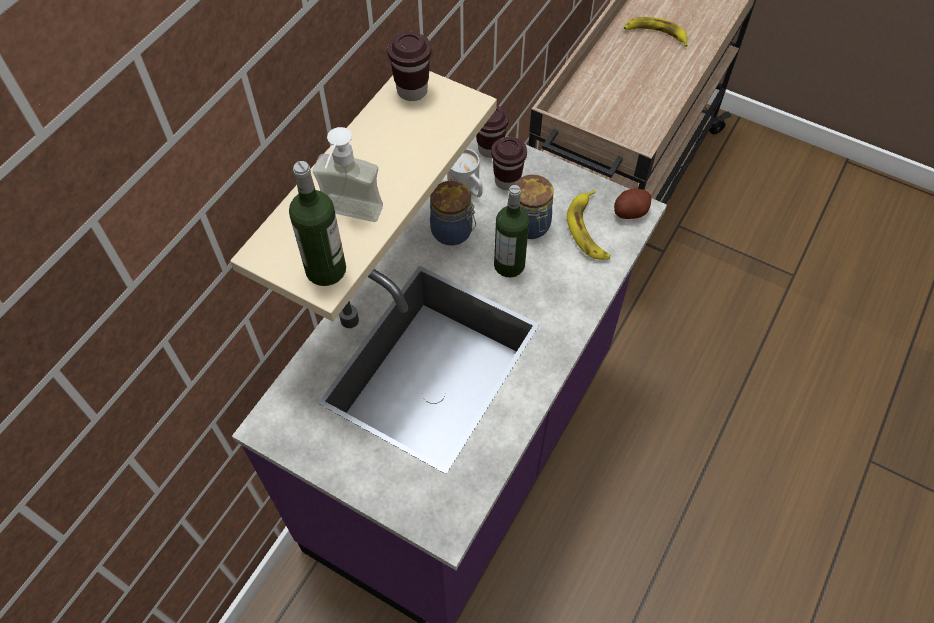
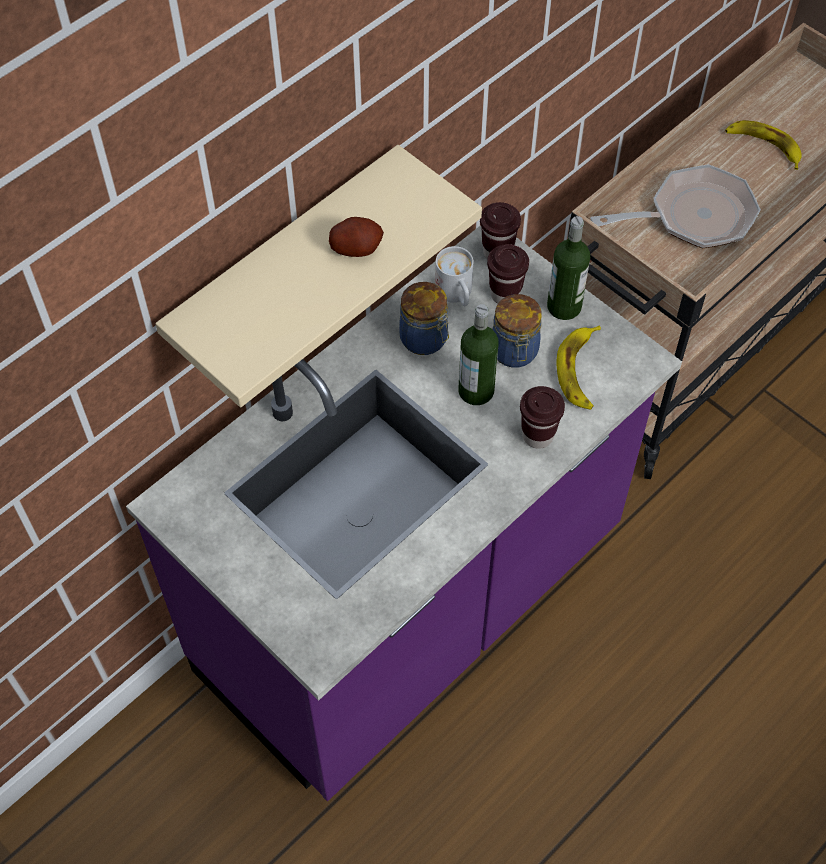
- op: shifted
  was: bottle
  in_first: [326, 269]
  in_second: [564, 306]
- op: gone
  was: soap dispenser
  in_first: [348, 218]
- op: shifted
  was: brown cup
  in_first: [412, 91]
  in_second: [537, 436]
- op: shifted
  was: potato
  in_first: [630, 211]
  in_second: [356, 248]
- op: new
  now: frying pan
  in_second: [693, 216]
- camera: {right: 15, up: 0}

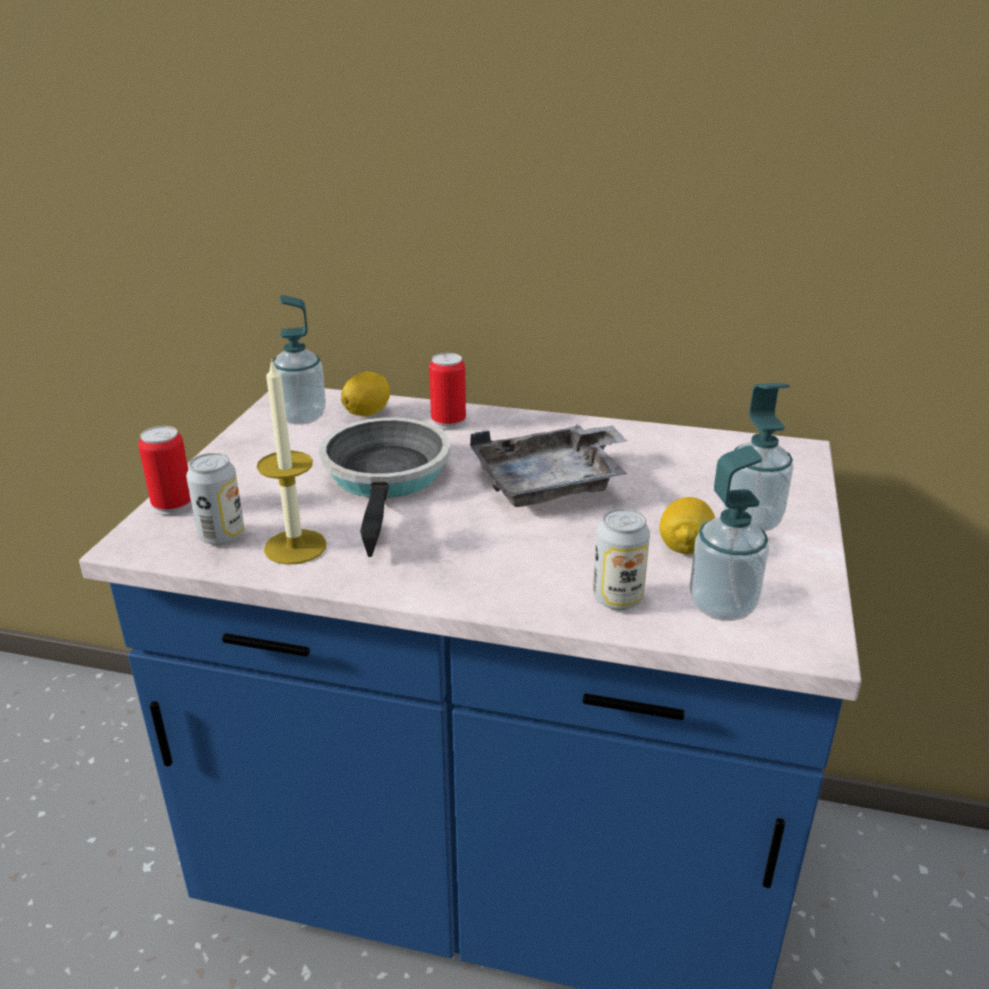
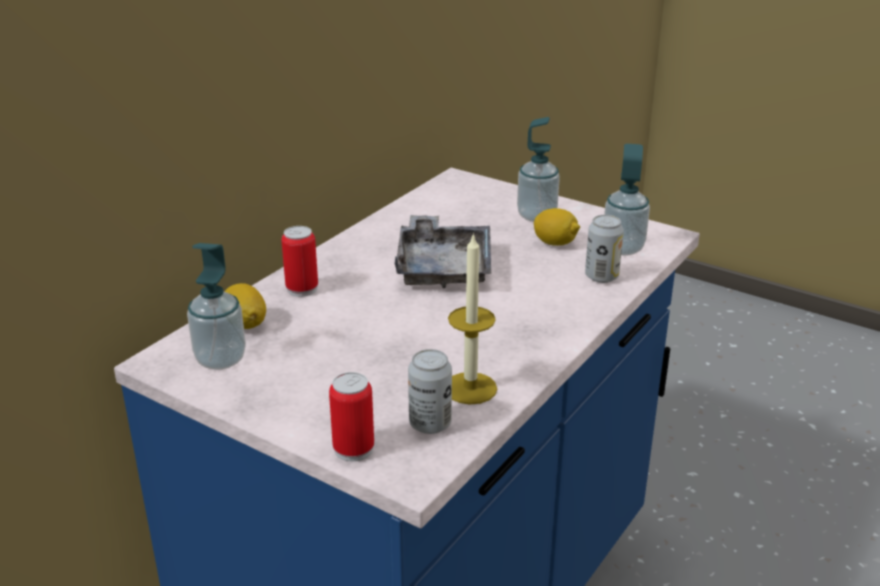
- op: gone
  was: frying pan
  in_first: [387, 478]
- camera: {right: -70, up: 0}

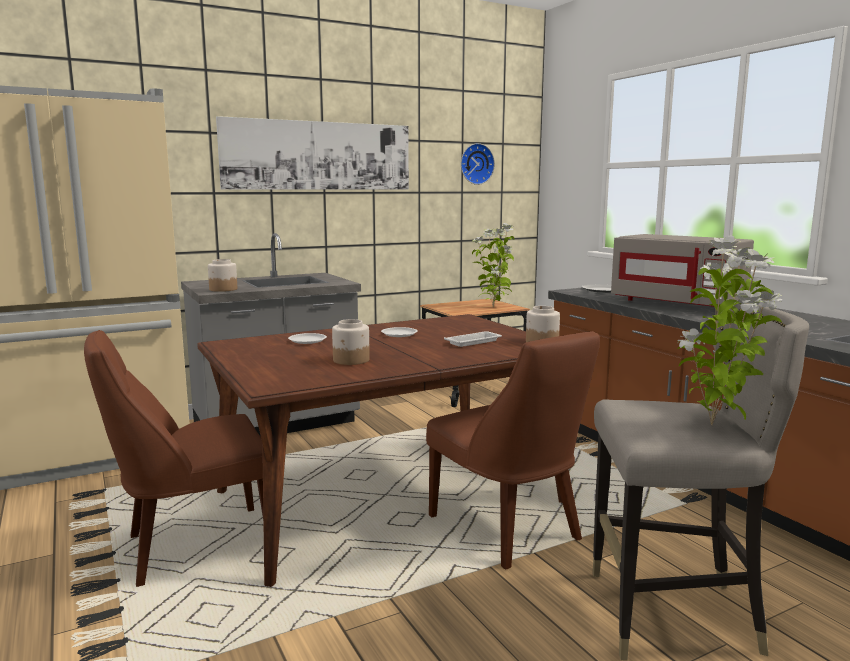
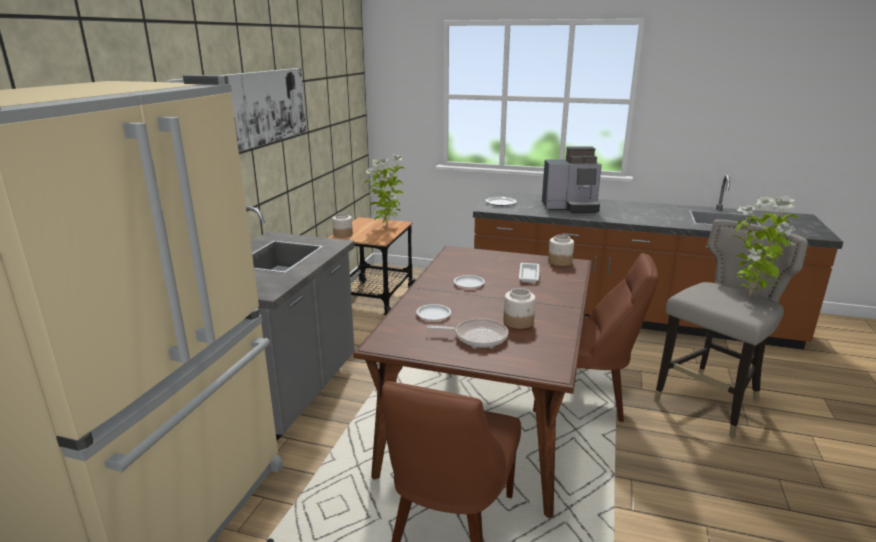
- op: shifted
  was: jar
  in_first: [223, 289]
  in_second: [342, 234]
- op: gone
  was: wall clock
  in_first: [476, 164]
- op: swapped
  was: grey microwave
  now: coffee machine
  in_first: [678, 303]
  in_second: [571, 208]
- op: new
  now: frying pan
  in_second: [477, 337]
- camera: {right: -45, up: 10}

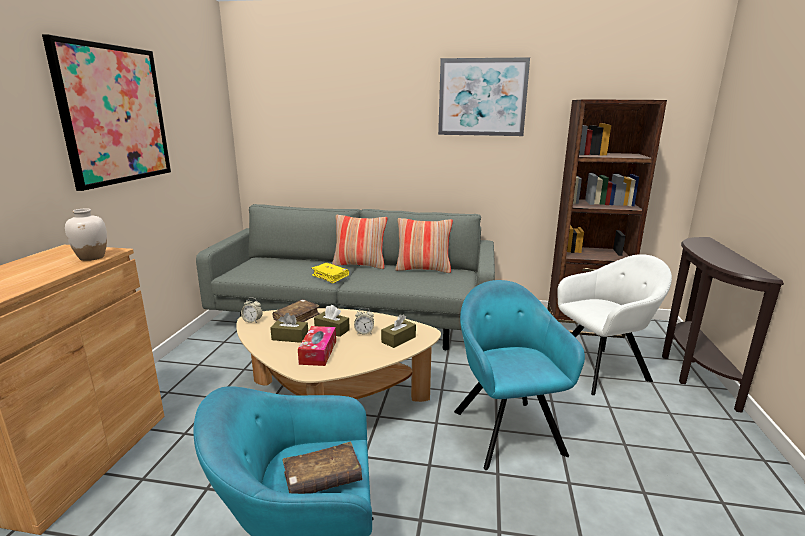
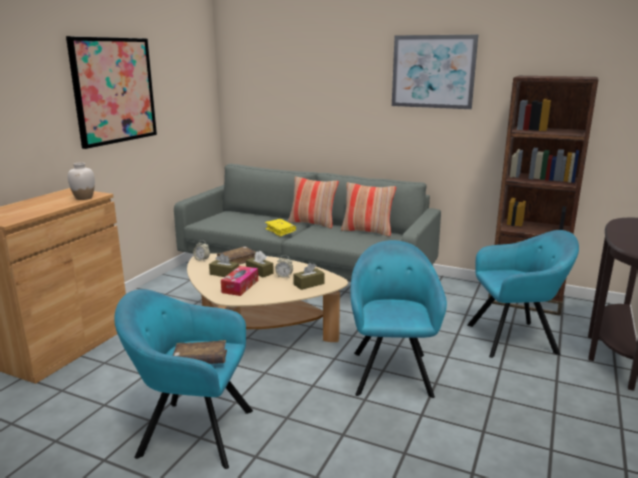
- op: repainted
  was: white armchair
  now: turquoise armchair
  in_first: [602, 369]
  in_second: [515, 338]
- camera: {right: 15, up: 0}

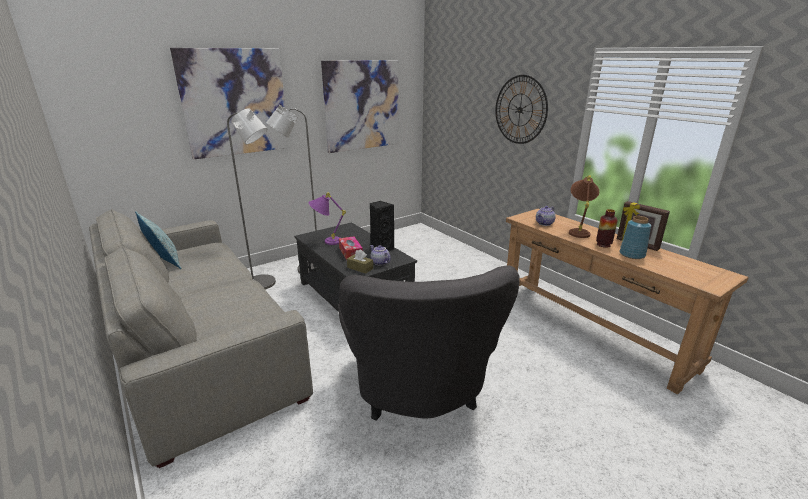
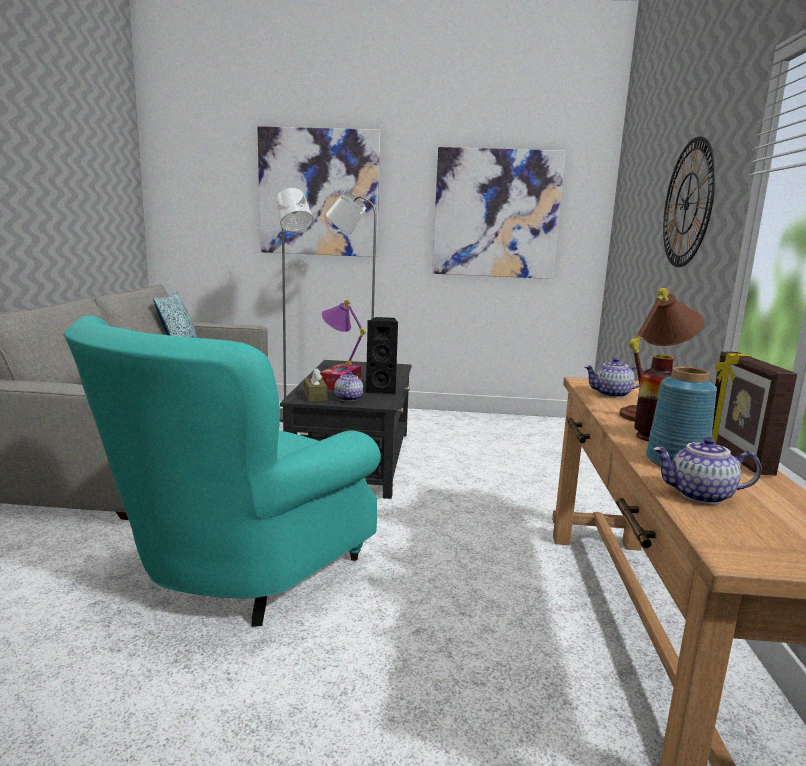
- op: repainted
  was: grey armchair
  now: turquoise armchair
  in_first: [419, 392]
  in_second: [236, 572]
- op: new
  now: teapot
  in_second: [700, 496]
- camera: {right: 40, up: -10}

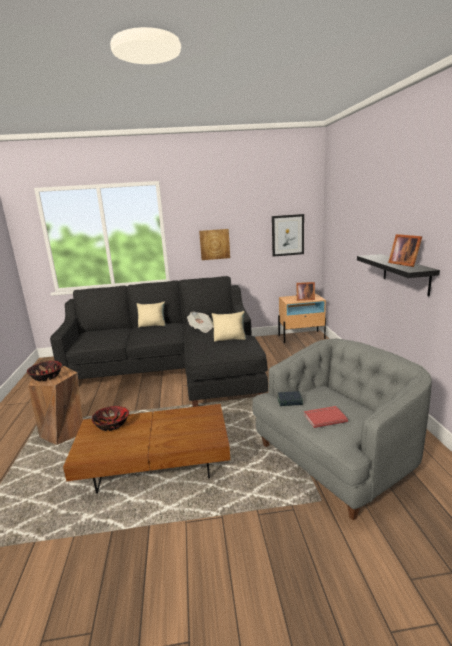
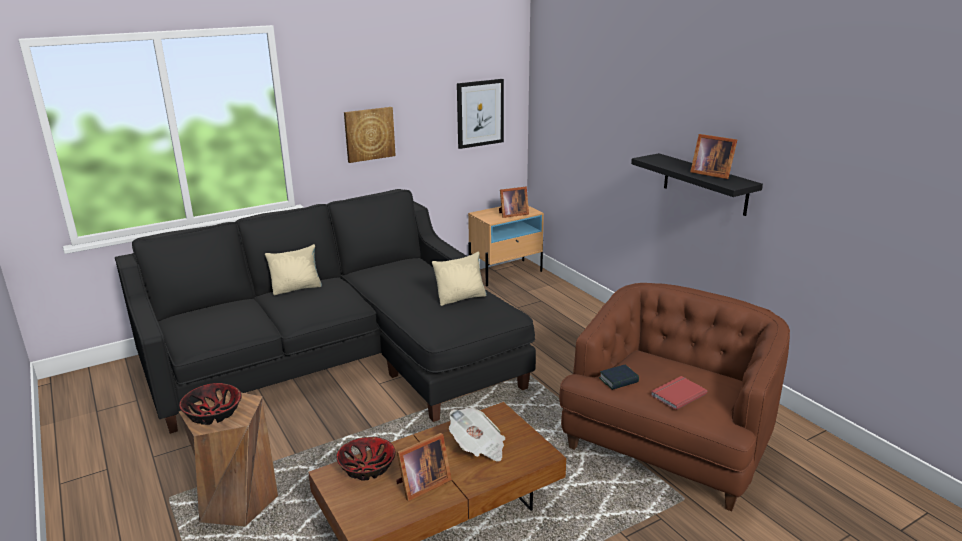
- op: shifted
  was: newspaper
  in_first: [201, 329]
  in_second: [478, 447]
- op: repainted
  was: grey armchair
  now: brown armchair
  in_first: [335, 459]
  in_second: [667, 444]
- op: new
  now: picture frame
  in_second: [421, 485]
- camera: {right: -25, up: 5}

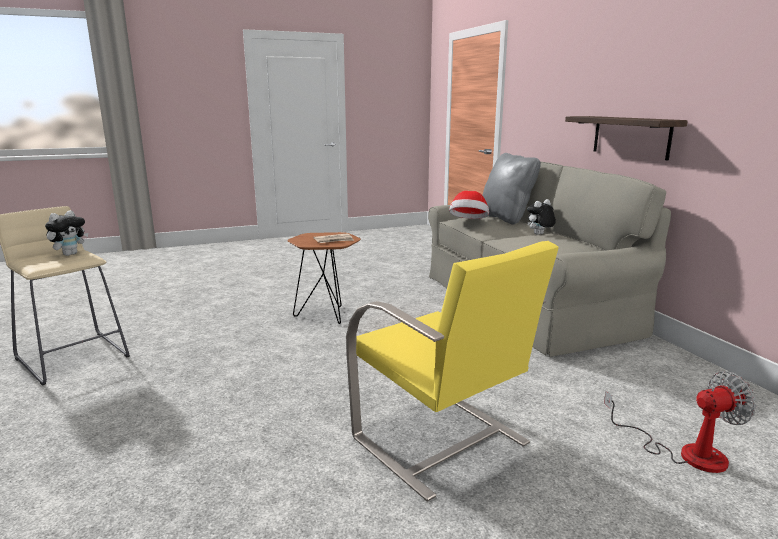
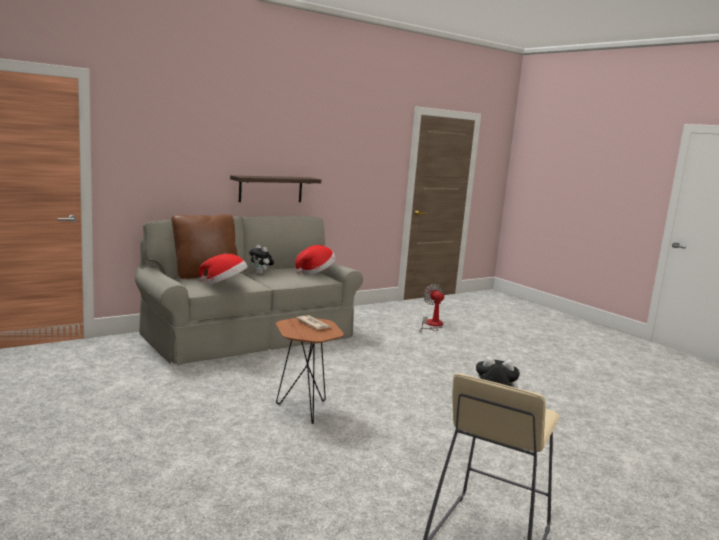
- op: gone
  was: yellow armchair
  in_first: [441, 441]
- op: repainted
  was: grey pillow
  now: brown pillow
  in_first: [506, 218]
  in_second: [205, 274]
- op: new
  now: hat
  in_second: [315, 272]
- camera: {right: -105, up: -5}

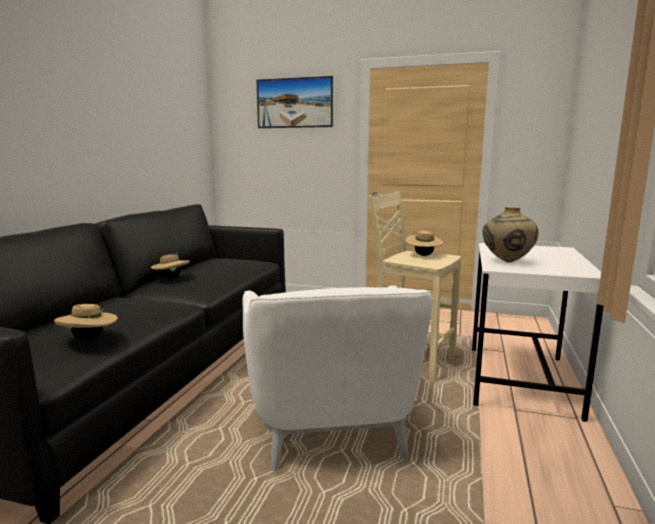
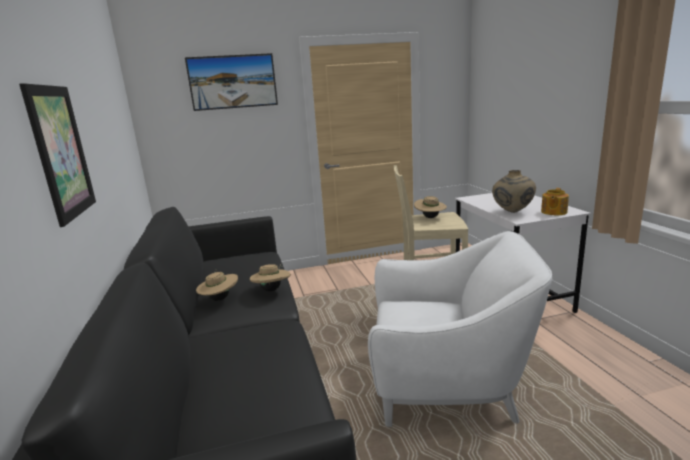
- op: shifted
  was: beige hat
  in_first: [89, 339]
  in_second: [272, 290]
- op: rotated
  was: white armchair
  in_first: [330, 425]
  in_second: [446, 383]
  clockwise: -45
- op: new
  now: picture
  in_second: [61, 152]
- op: new
  now: teapot
  in_second: [553, 212]
- camera: {right: -30, up: 5}

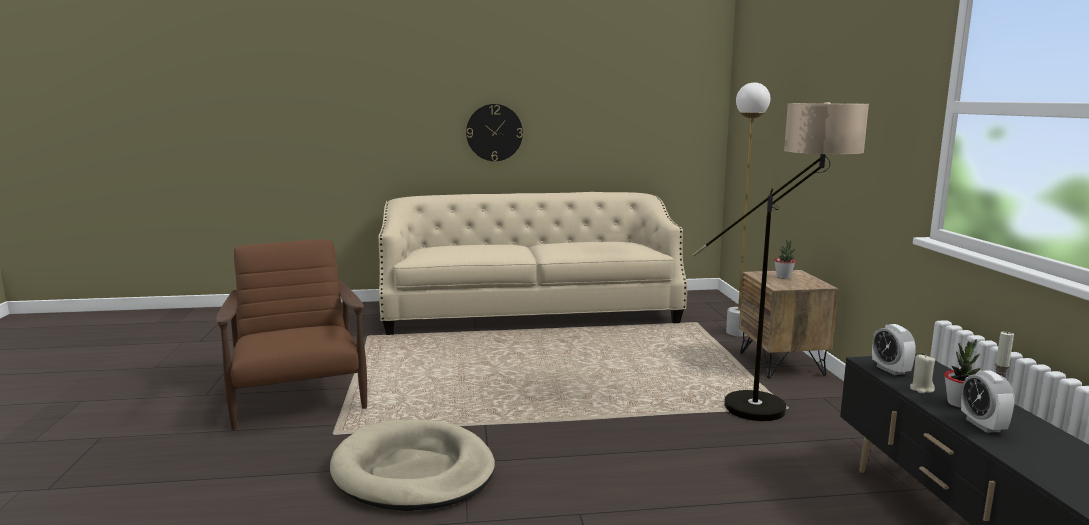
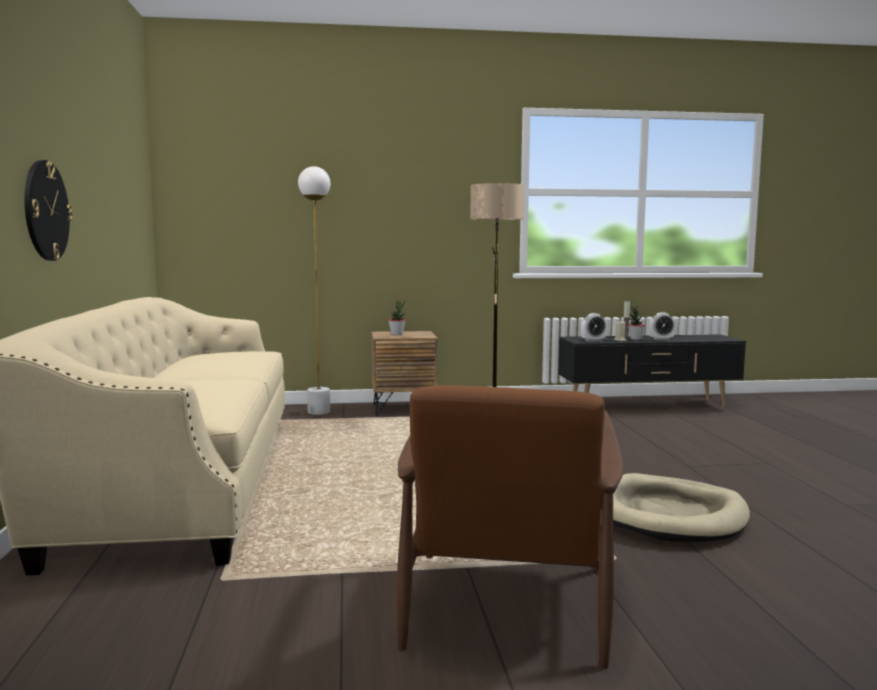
- op: rotated
  was: brown armchair
  in_first: [299, 397]
  in_second: [507, 600]
  clockwise: -60
- camera: {right: -90, up: -5}

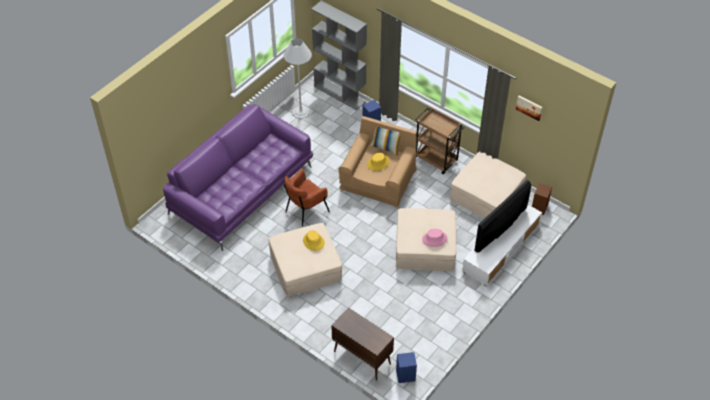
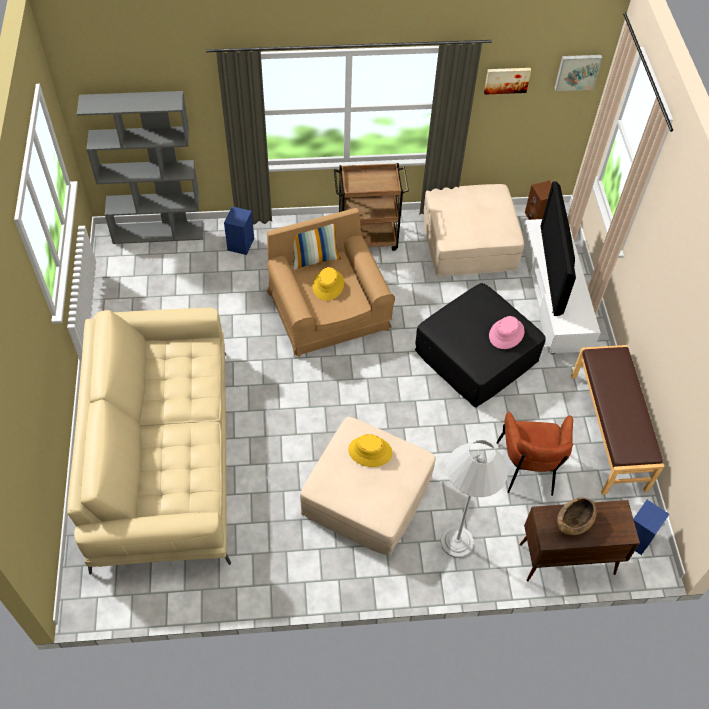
- op: repainted
  was: purple sofa
  now: beige sofa
  in_first: [242, 189]
  in_second: [163, 453]
- op: shifted
  was: brown armchair
  in_first: [305, 210]
  in_second: [528, 468]
- op: shifted
  was: white floor lamp
  in_first: [300, 112]
  in_second: [457, 542]
- op: repainted
  was: beige ottoman
  now: black ottoman
  in_first: [425, 247]
  in_second: [476, 355]
- op: new
  now: picture
  in_second: [577, 71]
- op: new
  now: brown bowl
  in_second: [574, 521]
- op: new
  now: brown bench
  in_second: [609, 431]
- camera: {right: -45, up: 5}

